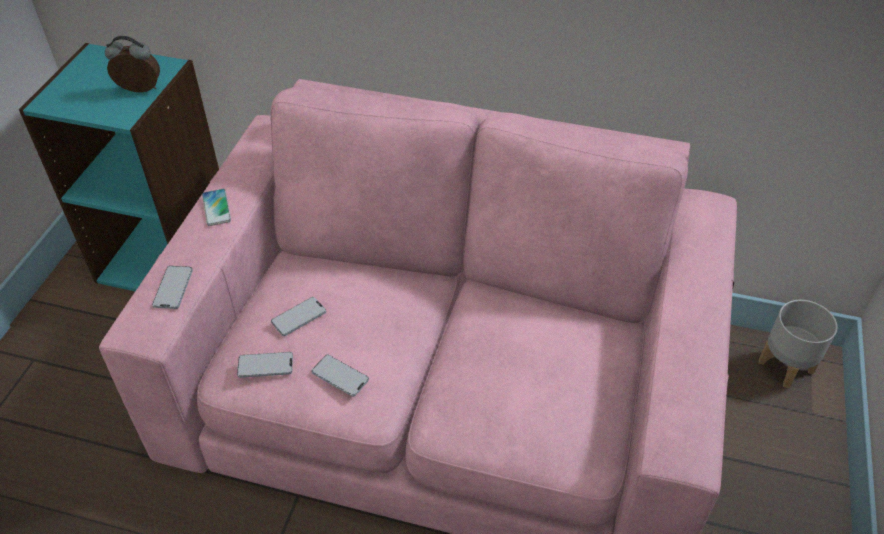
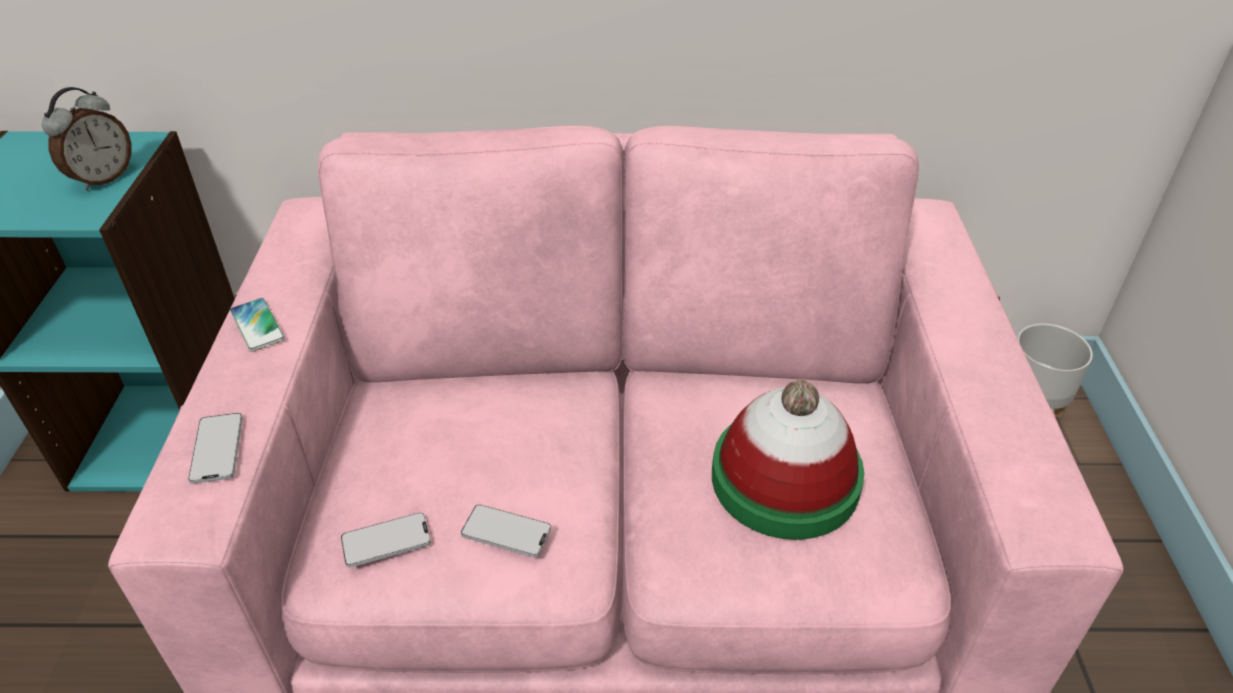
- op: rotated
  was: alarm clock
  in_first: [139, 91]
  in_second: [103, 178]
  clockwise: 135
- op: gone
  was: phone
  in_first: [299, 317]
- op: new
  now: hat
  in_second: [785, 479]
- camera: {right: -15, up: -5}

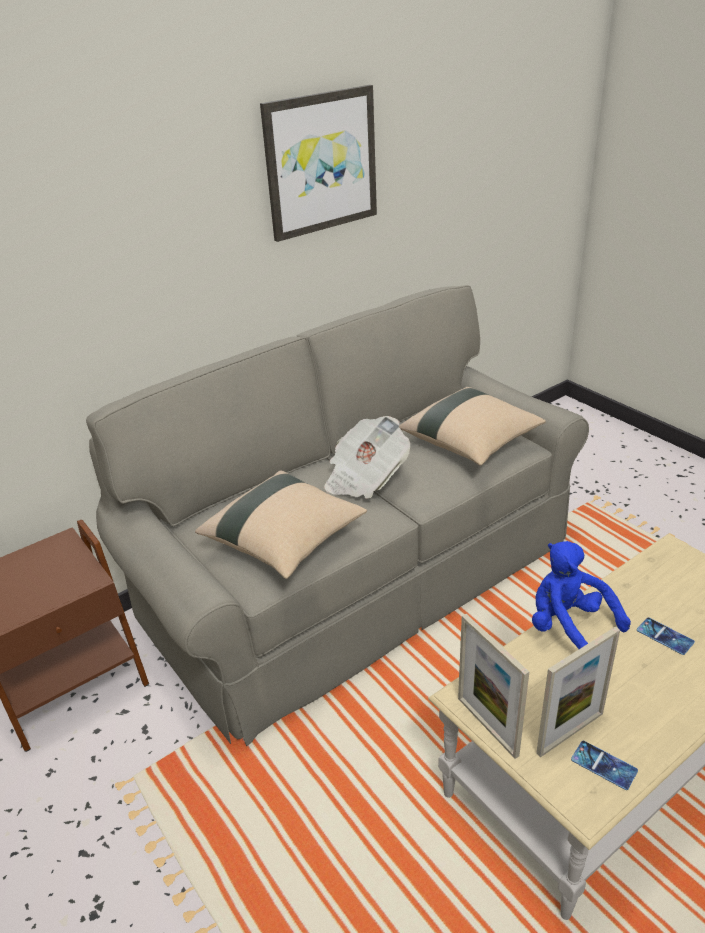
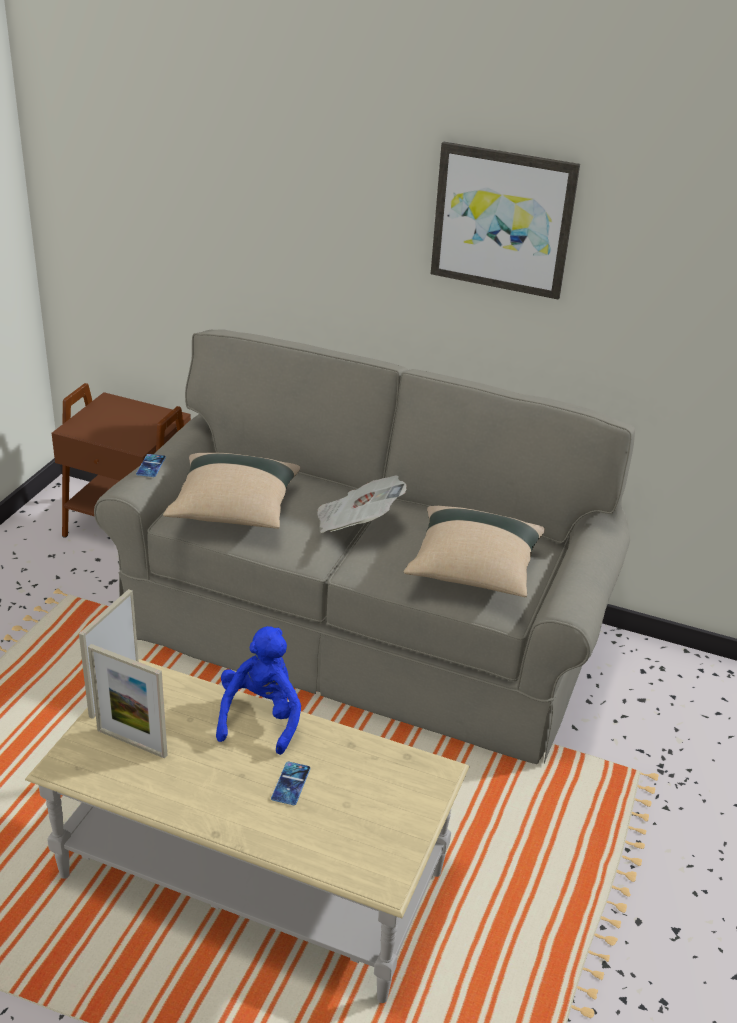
- op: shifted
  was: phone
  in_first: [604, 765]
  in_second: [151, 466]
- camera: {right: 55, up: 0}

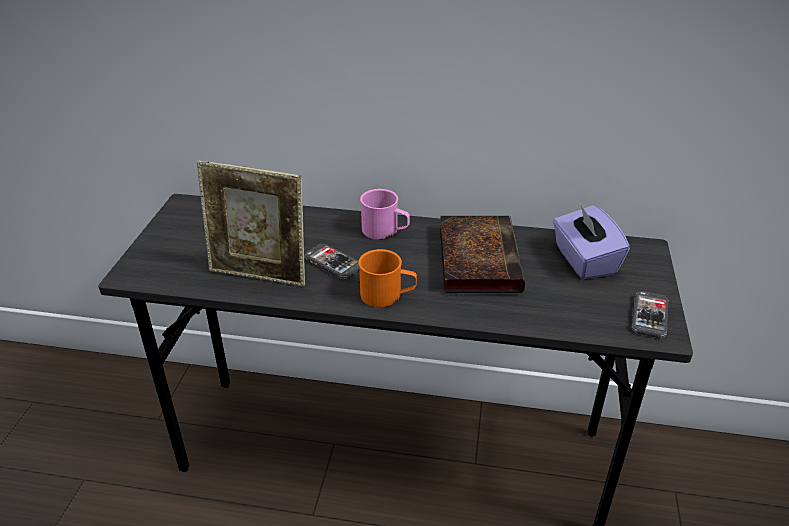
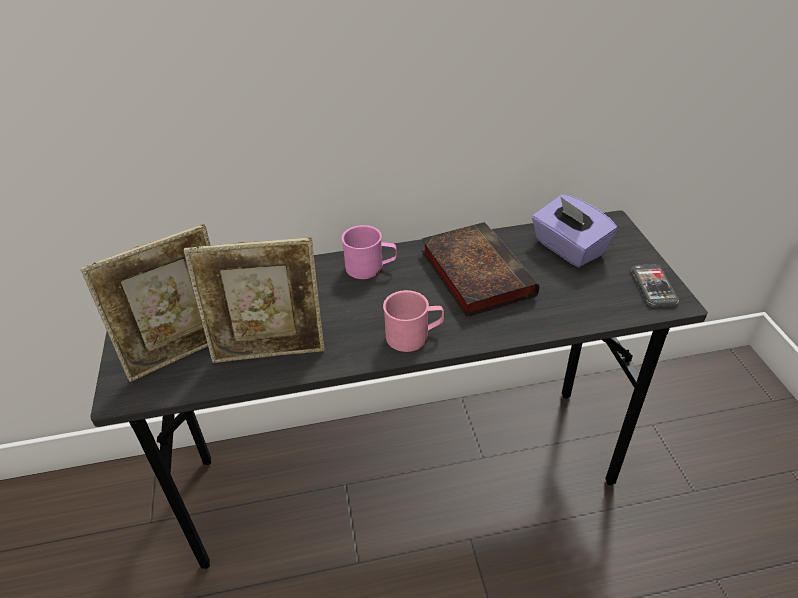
- op: gone
  was: phone
  in_first: [333, 263]
- op: repainted
  was: orange mug
  now: pink mug
  in_first: [387, 295]
  in_second: [414, 336]
- op: new
  now: picture frame
  in_second: [183, 353]
- camera: {right: -20, up: 5}

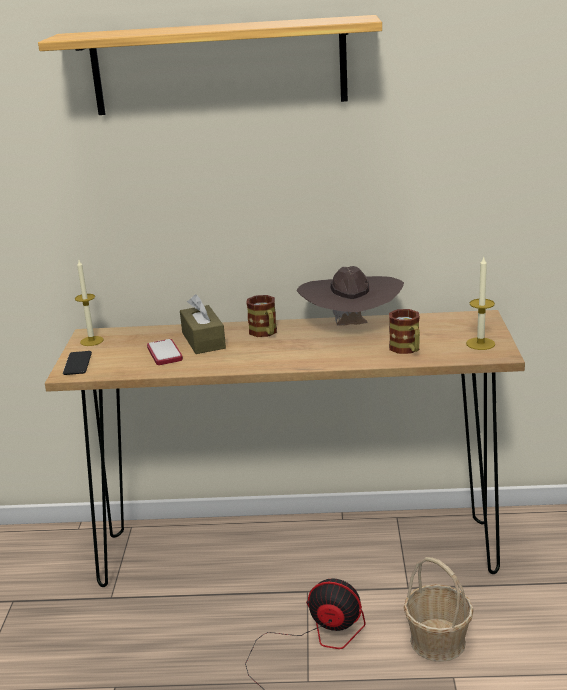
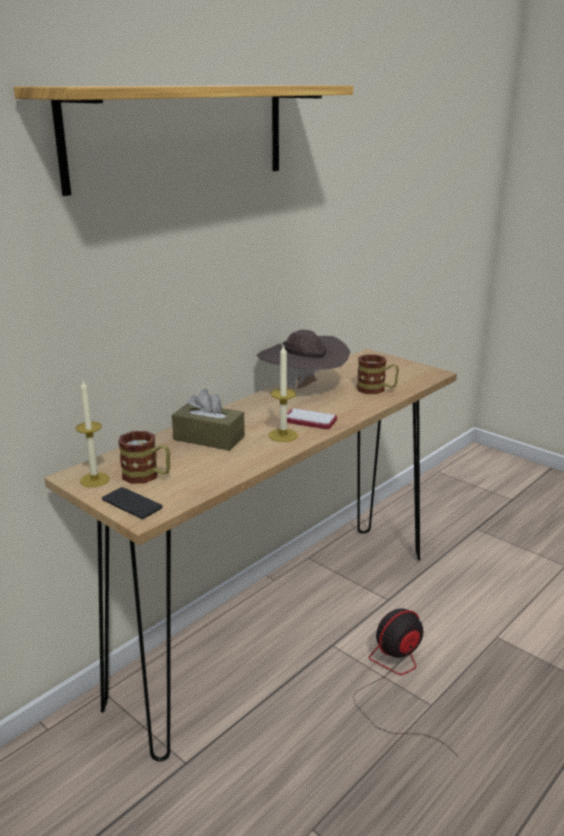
- op: shifted
  was: phone
  in_first: [164, 353]
  in_second: [310, 420]
- op: shifted
  was: mug
  in_first: [265, 333]
  in_second: [147, 476]
- op: gone
  was: basket
  in_first: [437, 641]
- op: shifted
  was: candle
  in_first: [480, 343]
  in_second: [283, 435]
- camera: {right: -50, up: 0}

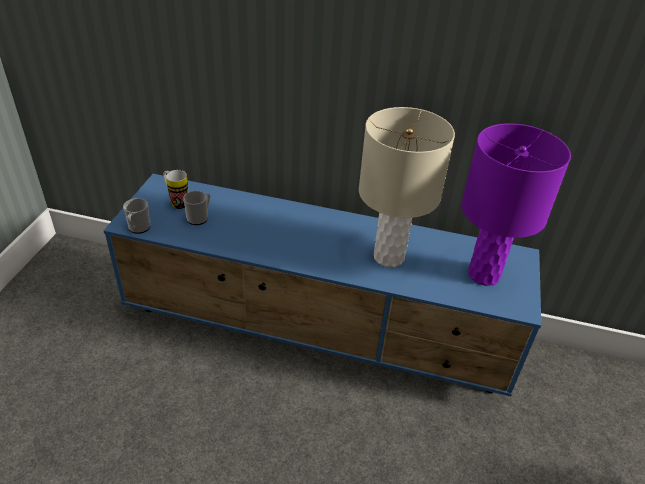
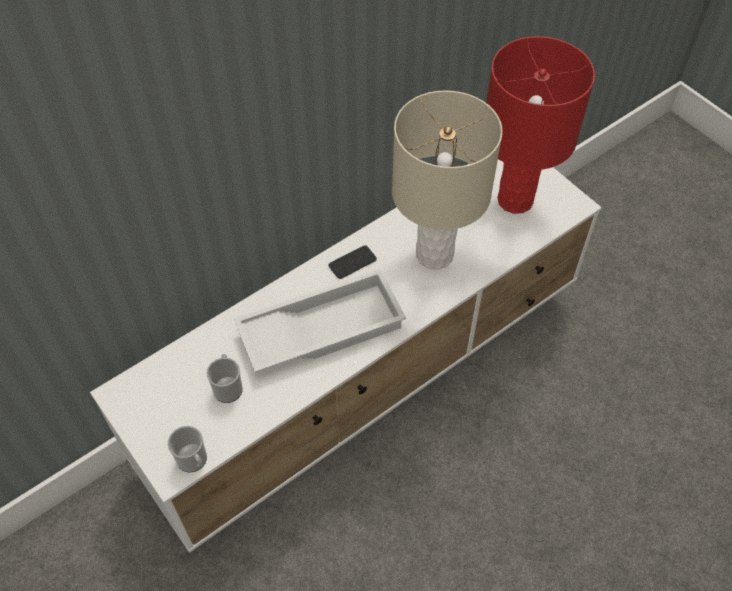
- op: repainted
  was: blue tv stand
  now: white tv stand
  in_first: [318, 333]
  in_second: [368, 378]
- op: gone
  was: mug
  in_first: [176, 202]
- op: repainted
  was: purple table lamp
  now: red table lamp
  in_first: [484, 274]
  in_second: [515, 199]
- op: new
  now: white tray
  in_second: [321, 327]
- op: new
  now: phone
  in_second: [352, 262]
- camera: {right: -50, up: 15}

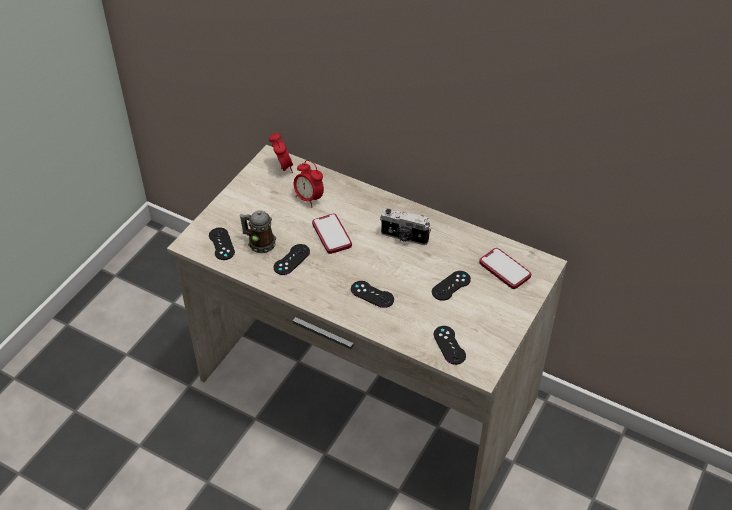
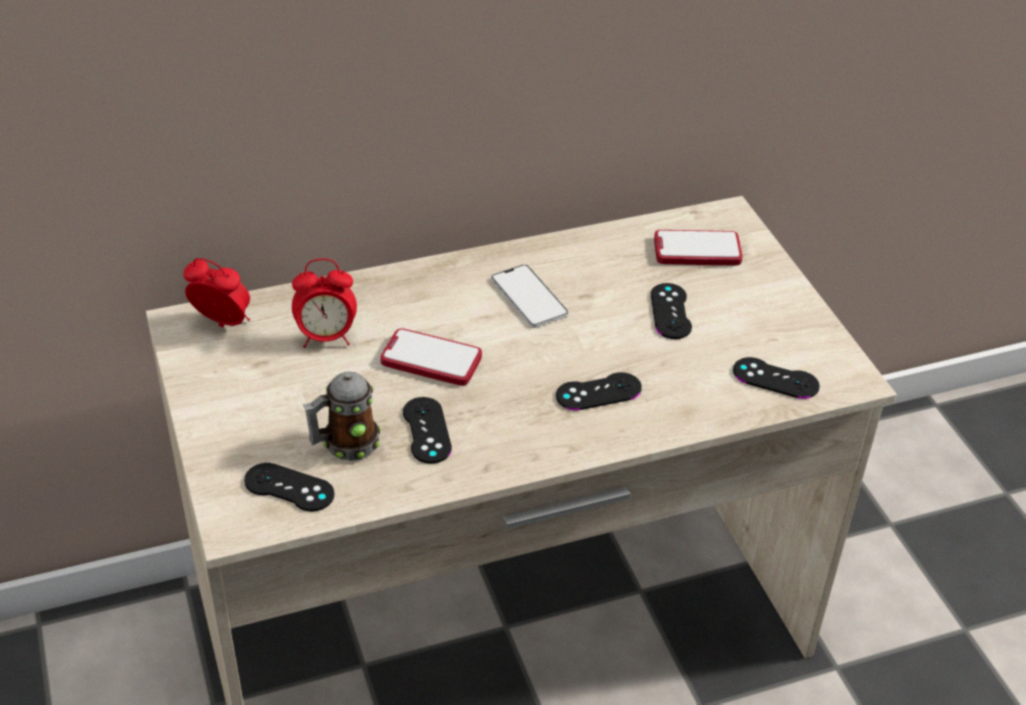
- op: swapped
  was: photo camera
  now: phone
  in_first: [404, 237]
  in_second: [529, 297]
- camera: {right: -50, up: -5}

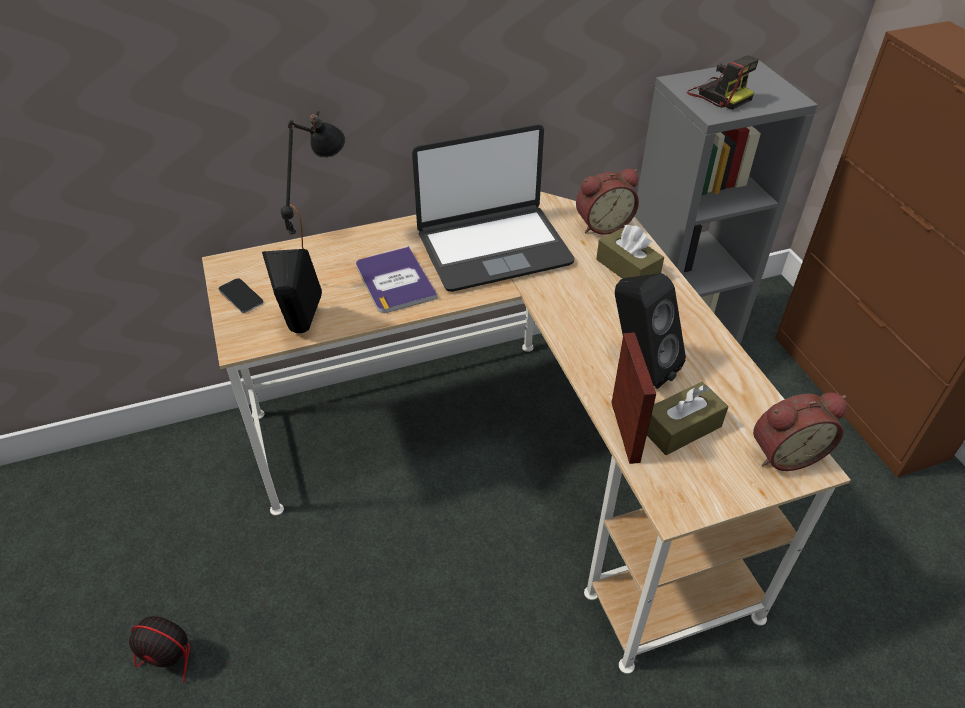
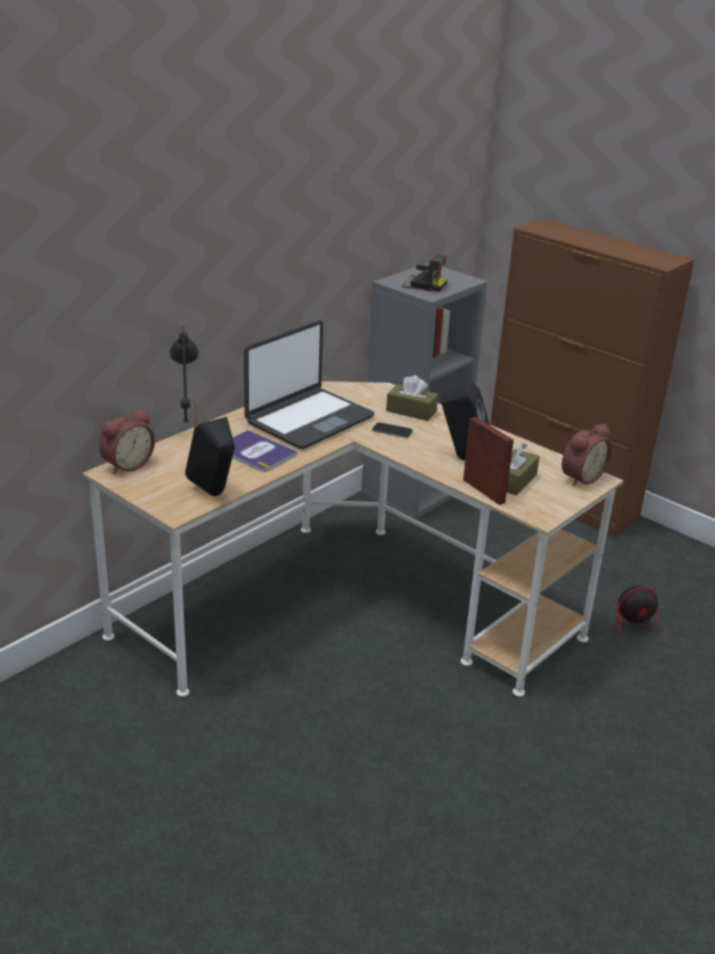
- op: shifted
  was: fan
  in_first: [199, 645]
  in_second: [639, 616]
- op: shifted
  was: phone
  in_first: [241, 296]
  in_second: [392, 431]
- op: shifted
  was: alarm clock
  in_first: [602, 224]
  in_second: [126, 464]
- camera: {right: -30, up: -15}

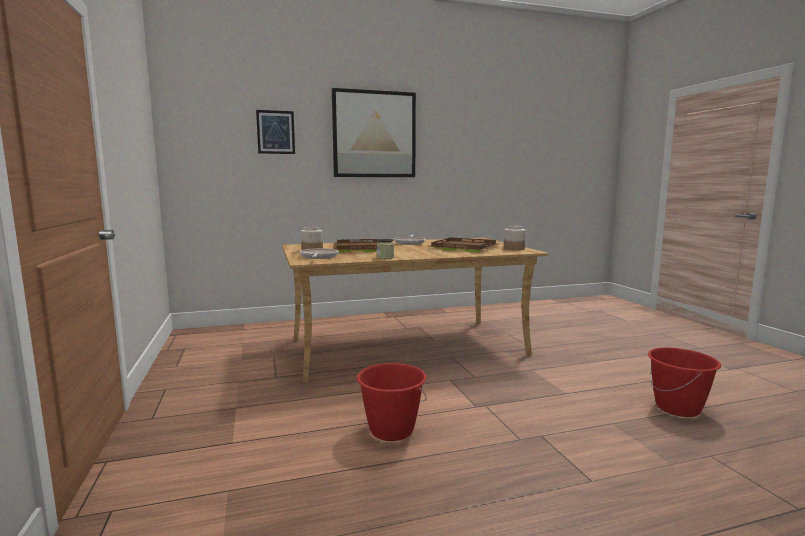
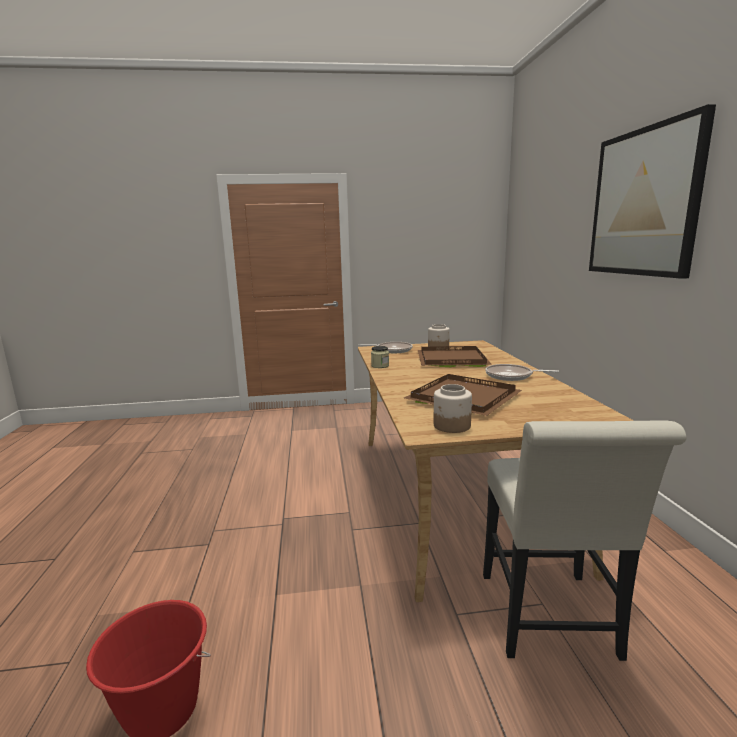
- op: gone
  was: picture
  in_first: [275, 132]
- op: gone
  was: red bucket
  in_first: [391, 430]
- op: new
  now: white chair
  in_second: [550, 622]
- camera: {right: 100, up: 5}

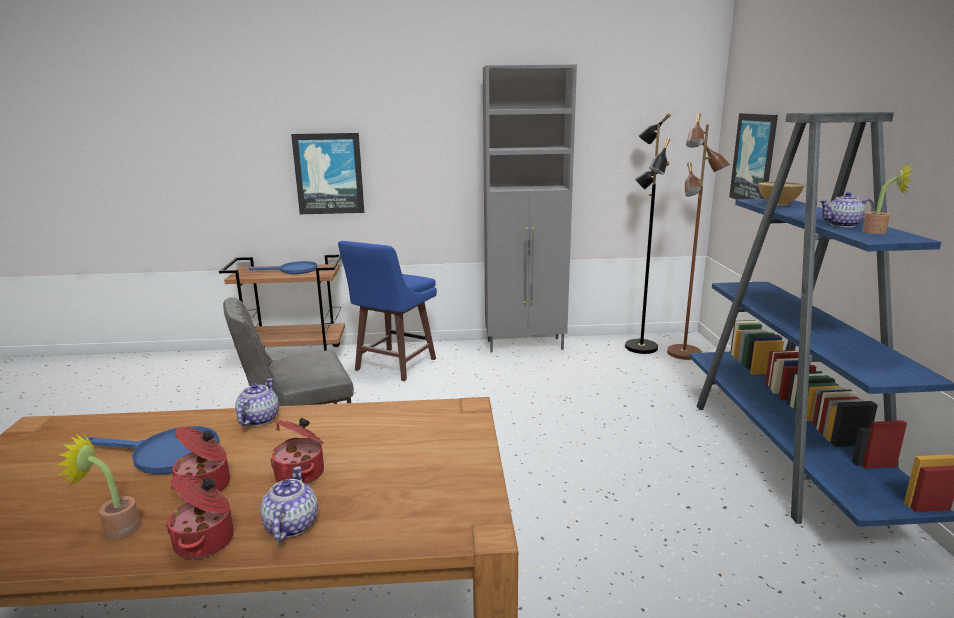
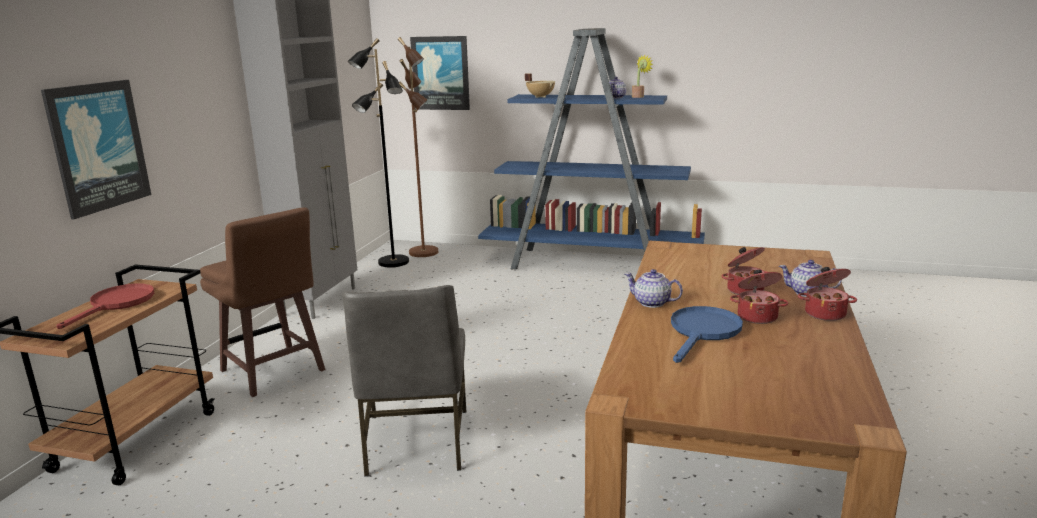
- op: gone
  was: potted plant
  in_first: [115, 530]
- op: repainted
  was: blue frying pan
  now: red frying pan
  in_first: [293, 270]
  in_second: [117, 304]
- op: repainted
  was: blue stool
  now: brown stool
  in_first: [394, 365]
  in_second: [273, 372]
- camera: {right: -70, up: 0}

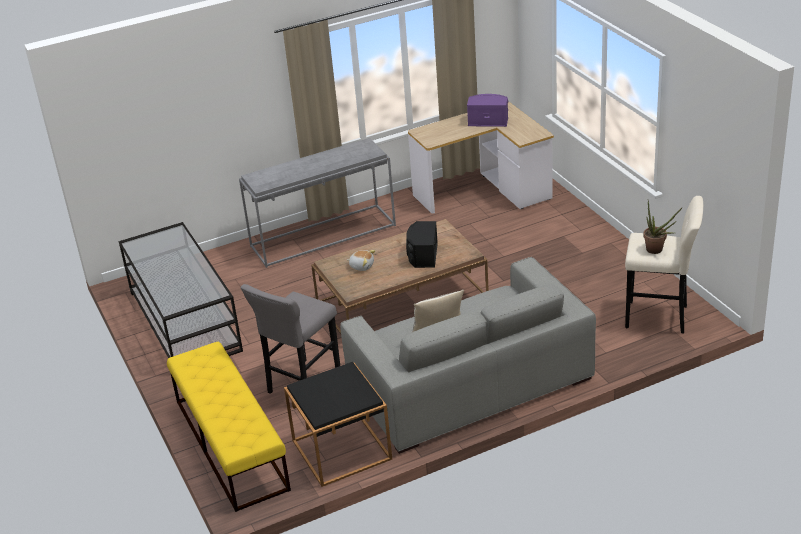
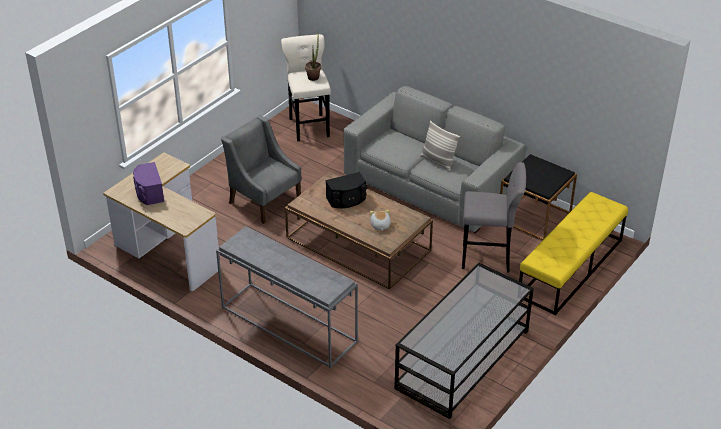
- op: new
  now: grey armchair
  in_second: [264, 200]
- camera: {right: -120, up: 5}

